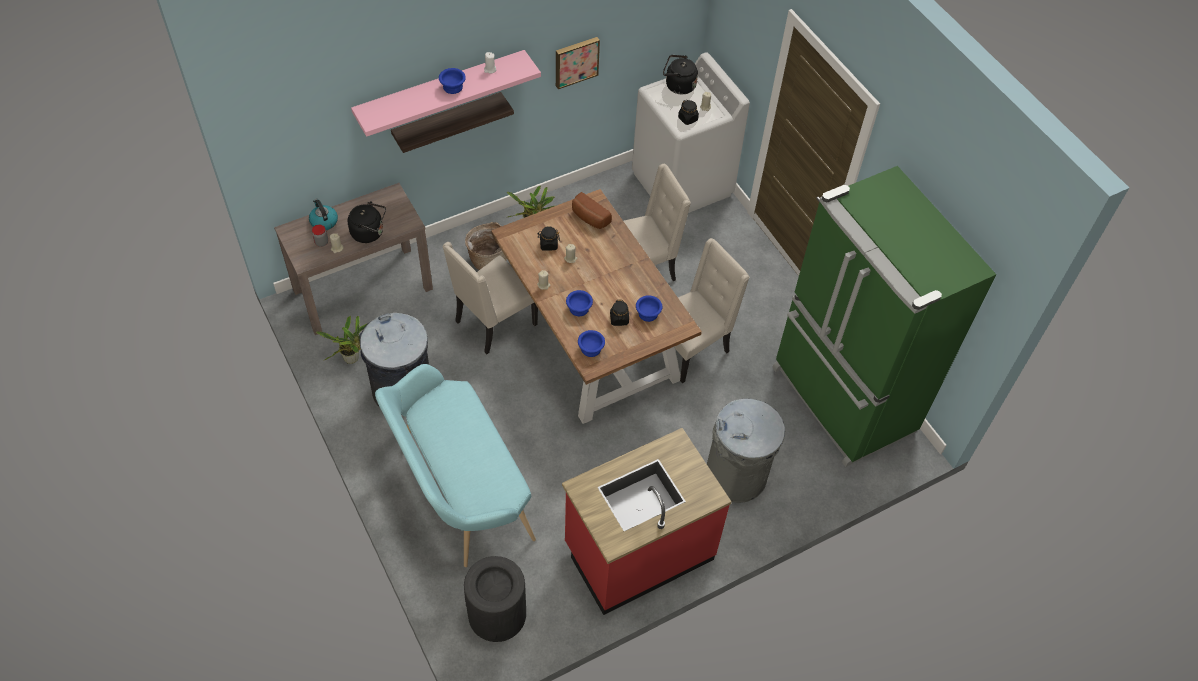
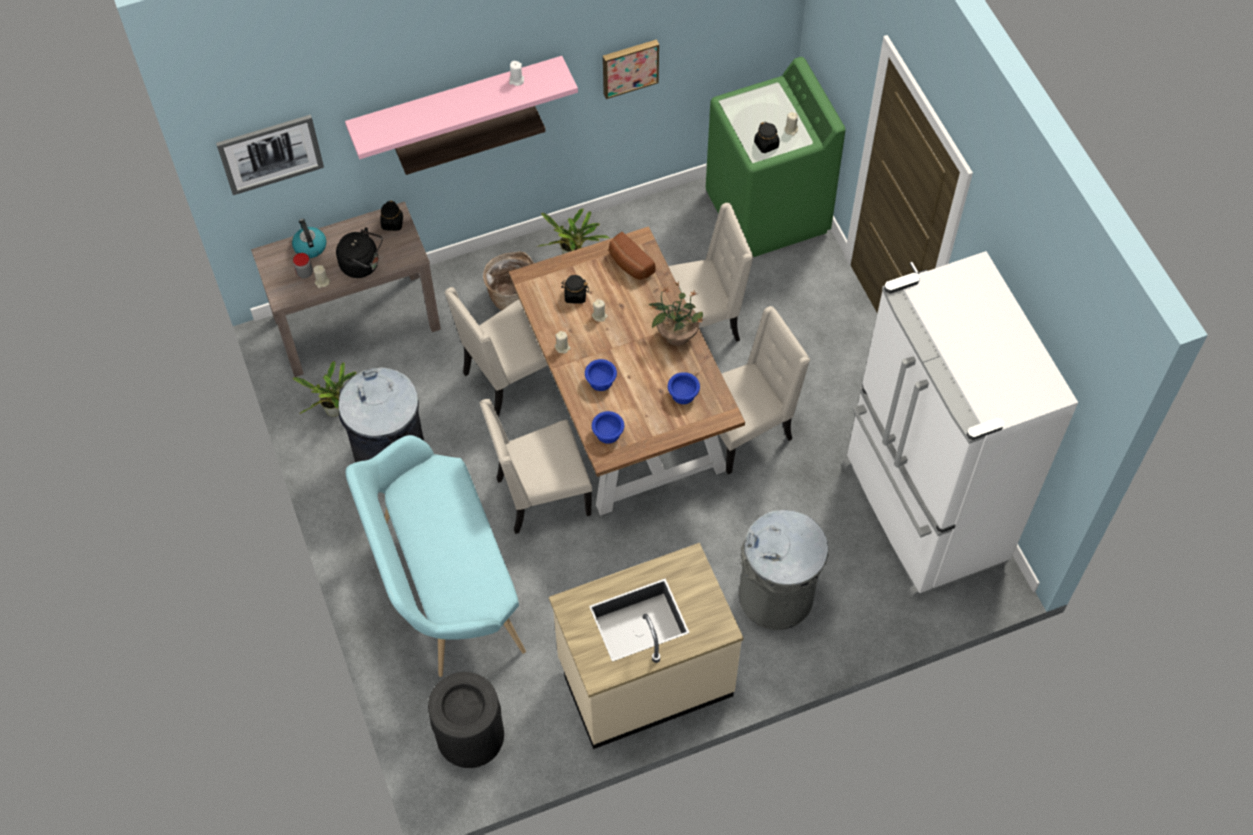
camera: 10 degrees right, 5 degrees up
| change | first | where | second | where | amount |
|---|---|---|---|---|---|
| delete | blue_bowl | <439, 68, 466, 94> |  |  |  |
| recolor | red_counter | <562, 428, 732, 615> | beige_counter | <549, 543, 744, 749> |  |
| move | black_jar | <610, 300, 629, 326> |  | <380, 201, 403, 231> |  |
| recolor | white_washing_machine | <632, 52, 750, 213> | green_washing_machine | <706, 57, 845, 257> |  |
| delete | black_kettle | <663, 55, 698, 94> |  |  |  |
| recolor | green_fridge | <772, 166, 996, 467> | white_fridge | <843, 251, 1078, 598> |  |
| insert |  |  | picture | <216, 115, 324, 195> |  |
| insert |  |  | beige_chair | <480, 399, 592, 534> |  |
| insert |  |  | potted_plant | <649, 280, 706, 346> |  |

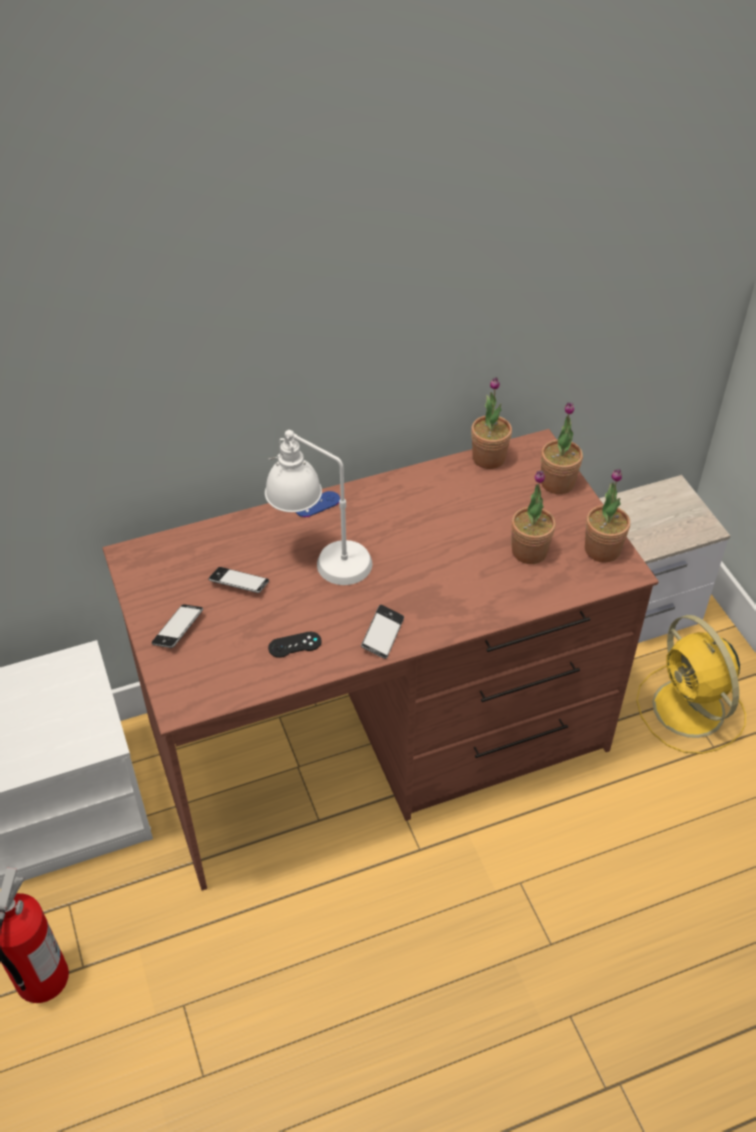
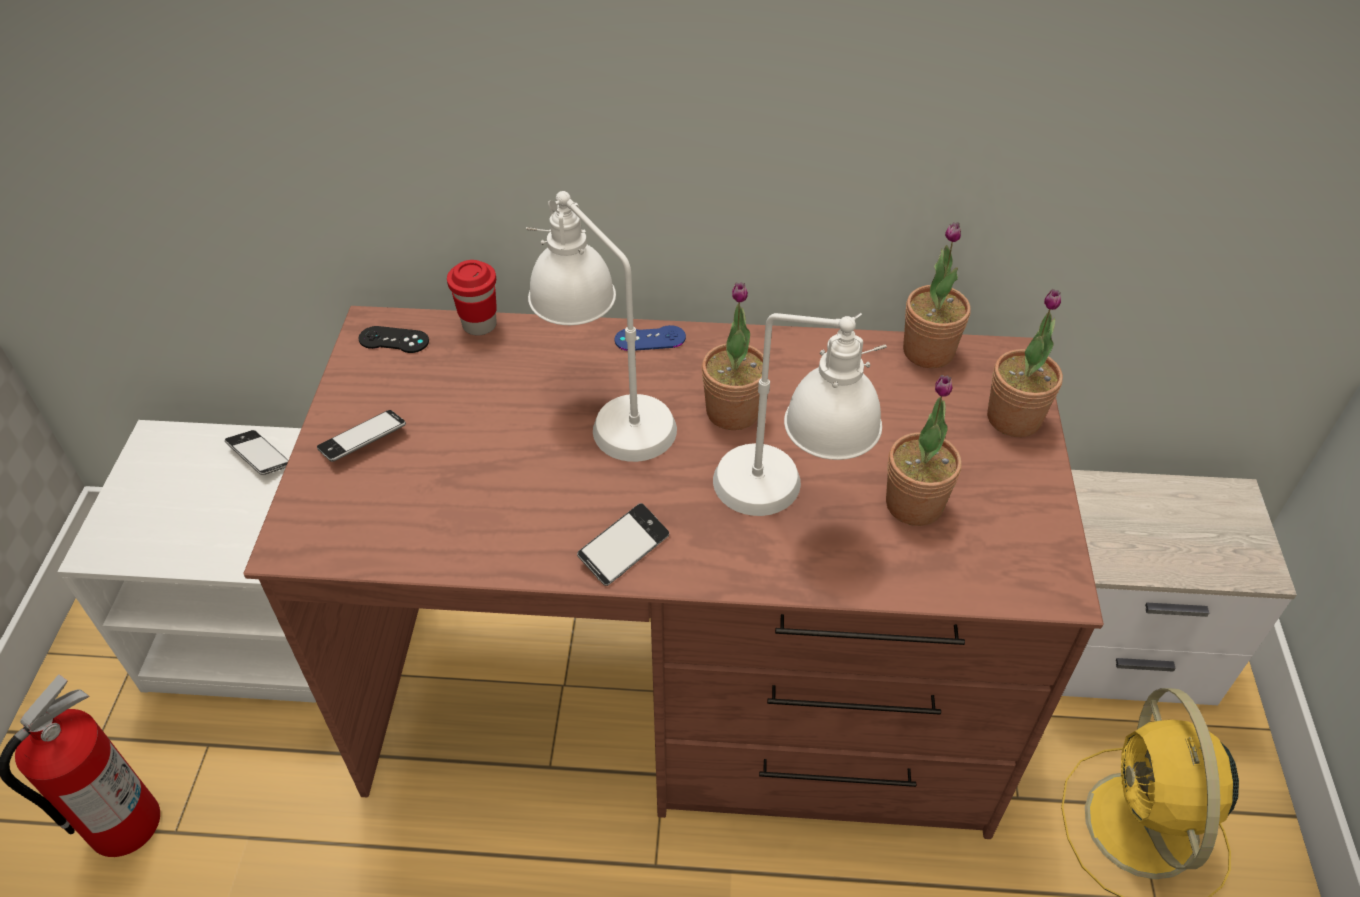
camera: 25 degrees right, 0 degrees up
| change | first | where | second | where | amount |
|---|---|---|---|---|---|
| move | phone | <209, 567, 269, 593> |  | <225, 430, 289, 475> |  |
| move | black_game_controller | <268, 632, 322, 658> |  | <359, 326, 429, 353> |  |
| move | potted_plant | <585, 469, 630, 563> |  | <702, 282, 769, 430> |  |
| insert |  |  | red_cup | <447, 260, 497, 336> |  |
| insert |  |  | white_table_lamp | <713, 312, 887, 516> |  |

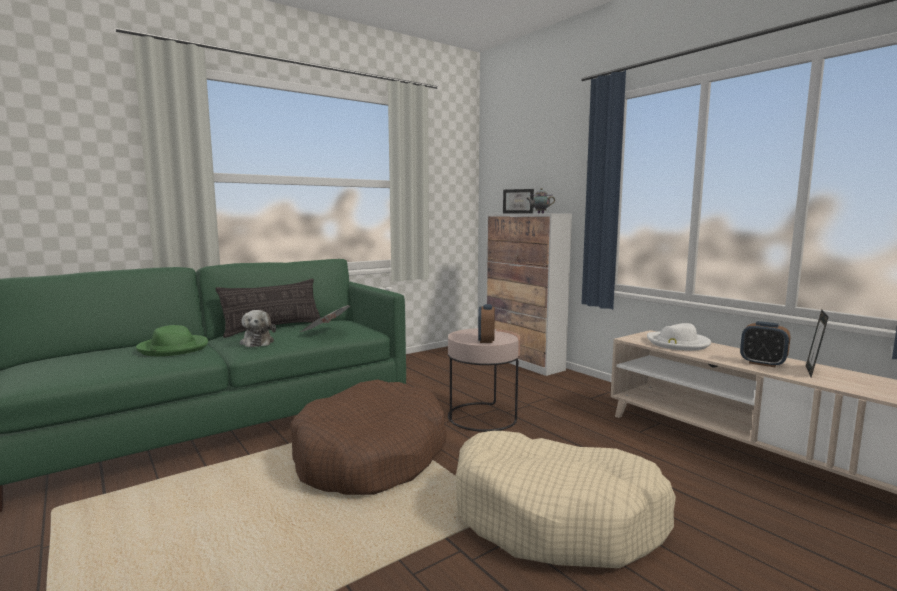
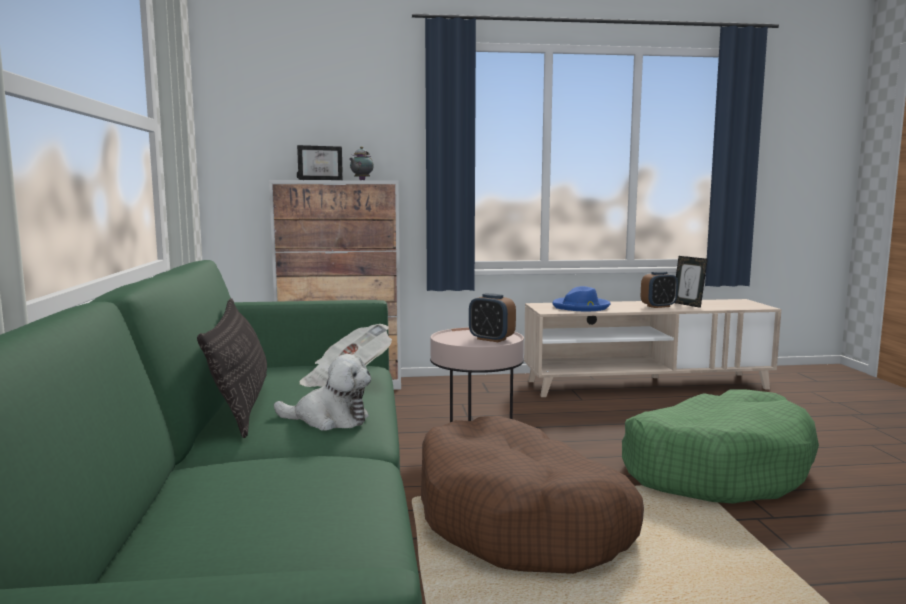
camera: 60 degrees left, 0 degrees up
| change | first | where | second | where | amount |
|---|---|---|---|---|---|
| delete | green_hat | <136, 325, 208, 356> |  |  |  |
| recolor | beige_dog_bed | <456, 431, 676, 568> | green_dog_bed | <622, 389, 819, 504> |  |
| recolor | white_hat | <647, 323, 711, 351> | blue_hat | <553, 286, 610, 311> |  |

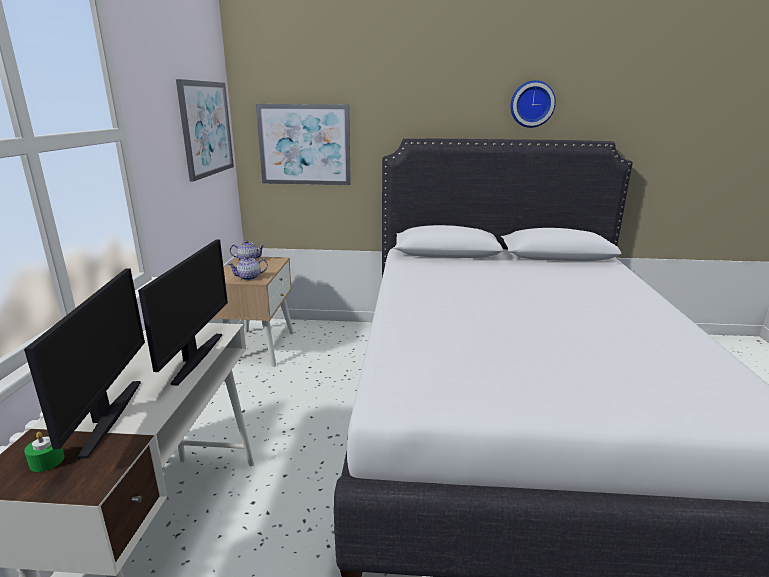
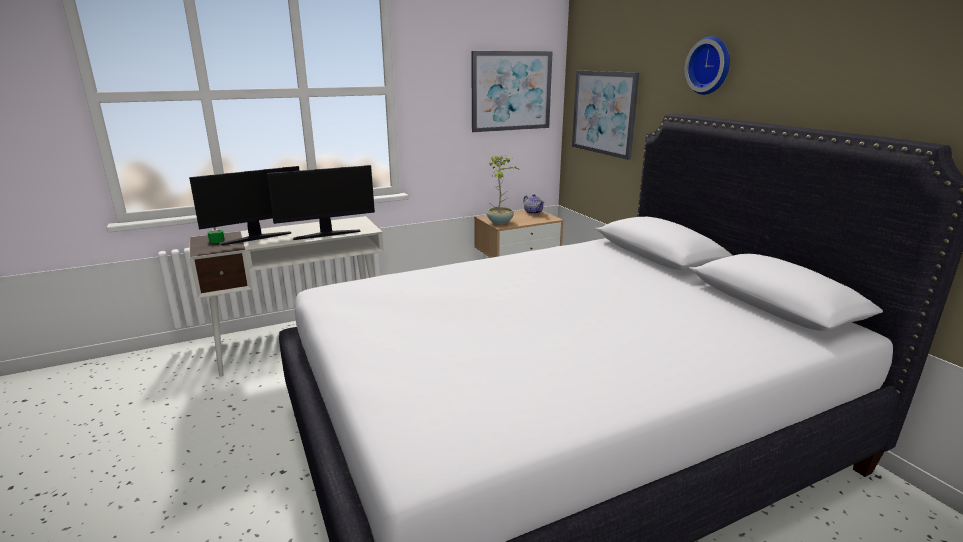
camera: 60 degrees right, 0 degrees up
| change | first | where | second | where | amount |
|---|---|---|---|---|---|
| replace | teapot | <228, 256, 268, 281> | potted_plant | <487, 155, 518, 225> |  |
| move | wall_clock | <510, 80, 556, 128> |  | <684, 36, 730, 95> |  |

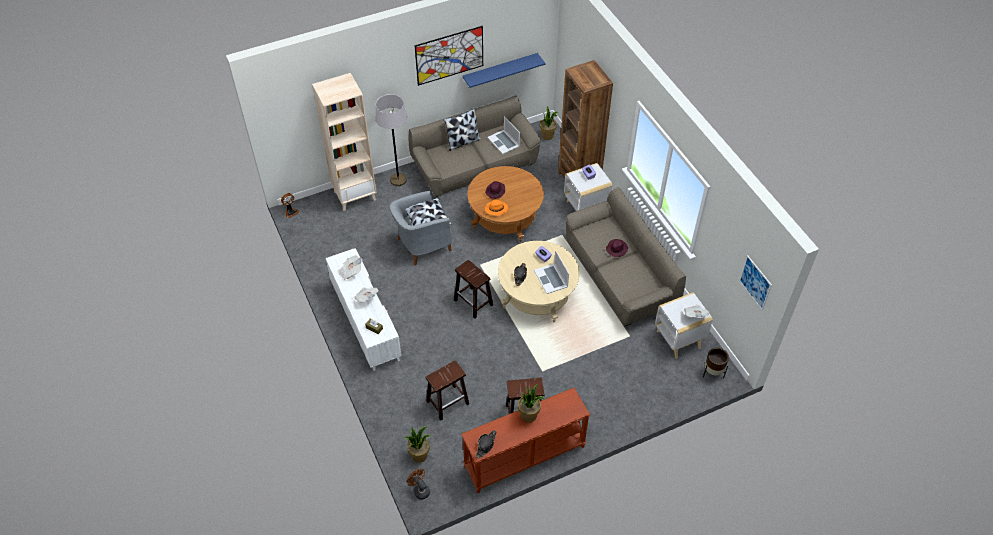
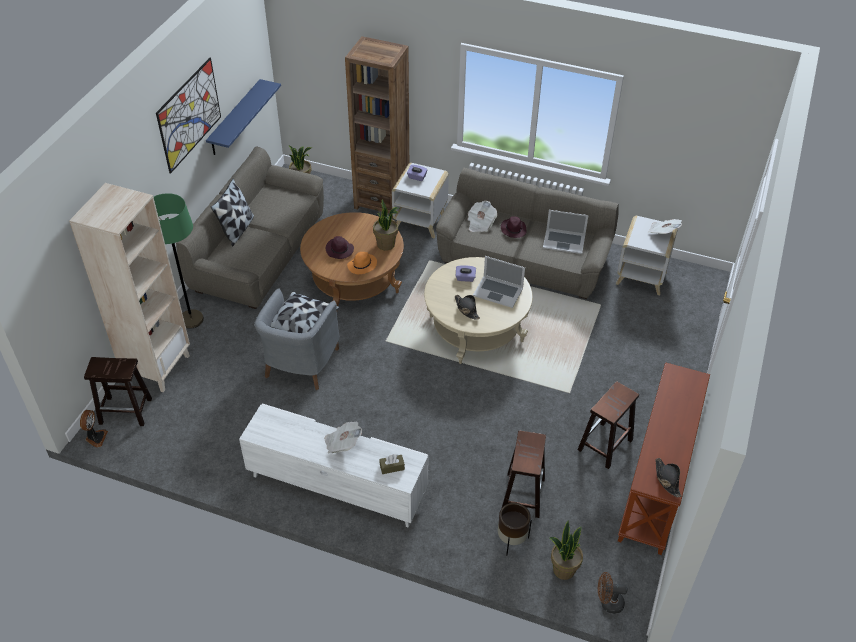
camera: 45 degrees left, 5 degrees down
| change | first | where | second | where | amount |
|---|---|---|---|---|---|
| move | newspaper | <337, 255, 362, 280> |  | <468, 201, 497, 232> |  |
| recolor | grey_floor_lamp | <376, 94, 407, 186> | green_floor_lamp | <154, 193, 204, 329> |  |
| move | brown_stool | <454, 260, 493, 319> |  | <84, 357, 152, 426> |  |
| move | laptop | <487, 116, 520, 154> |  | <543, 210, 588, 254> |  |
| move | potted_plant | <518, 383, 545, 423> |  | <373, 200, 399, 250> |  |
| move | brown_planter | <703, 348, 729, 379> |  | <498, 503, 532, 555> |  |
| delete | picture | <739, 255, 772, 310> |  |  |  |

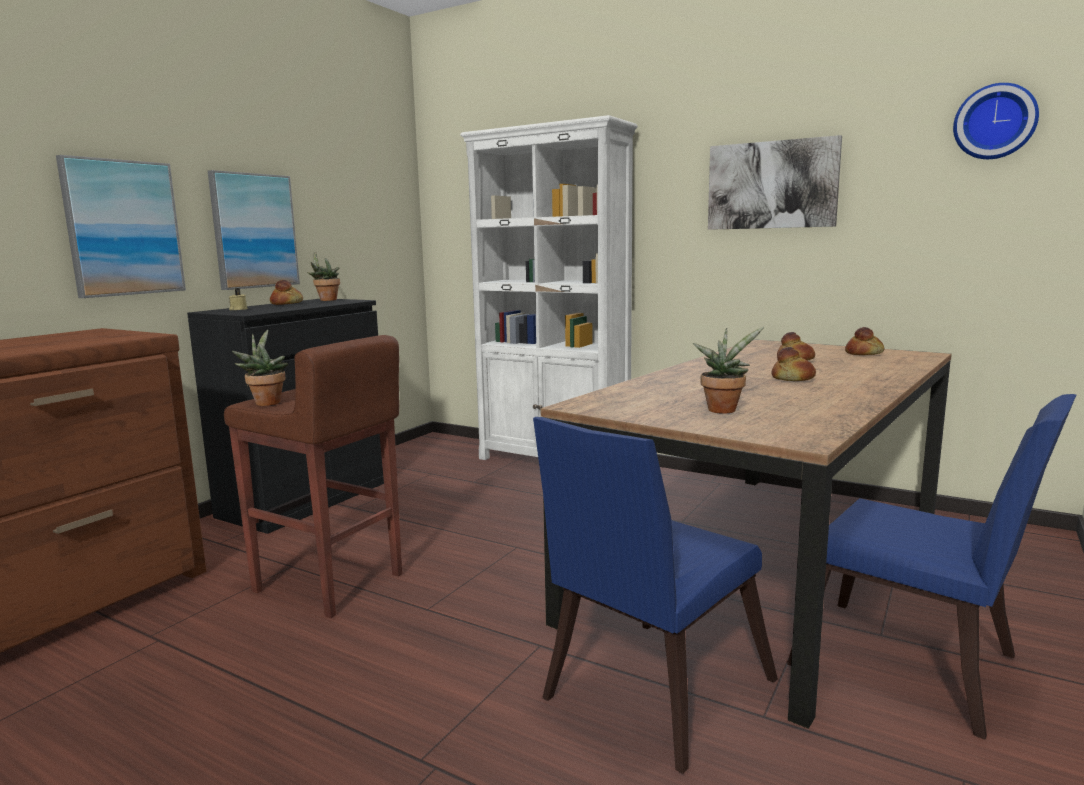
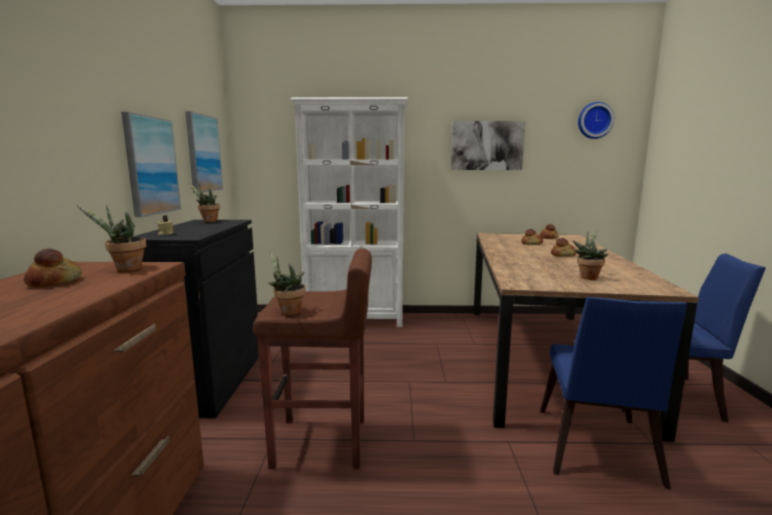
camera: 30 degrees left, 0 degrees up
| change | first | where | second | where | amount |
|---|---|---|---|---|---|
| move | picture | <56, 155, 186, 298> |  | <185, 111, 223, 193> |  |
| move | bread | <270, 280, 303, 305> |  | <24, 248, 82, 288> |  |
| insert |  |  | potted_plant | <77, 205, 146, 271> |  |

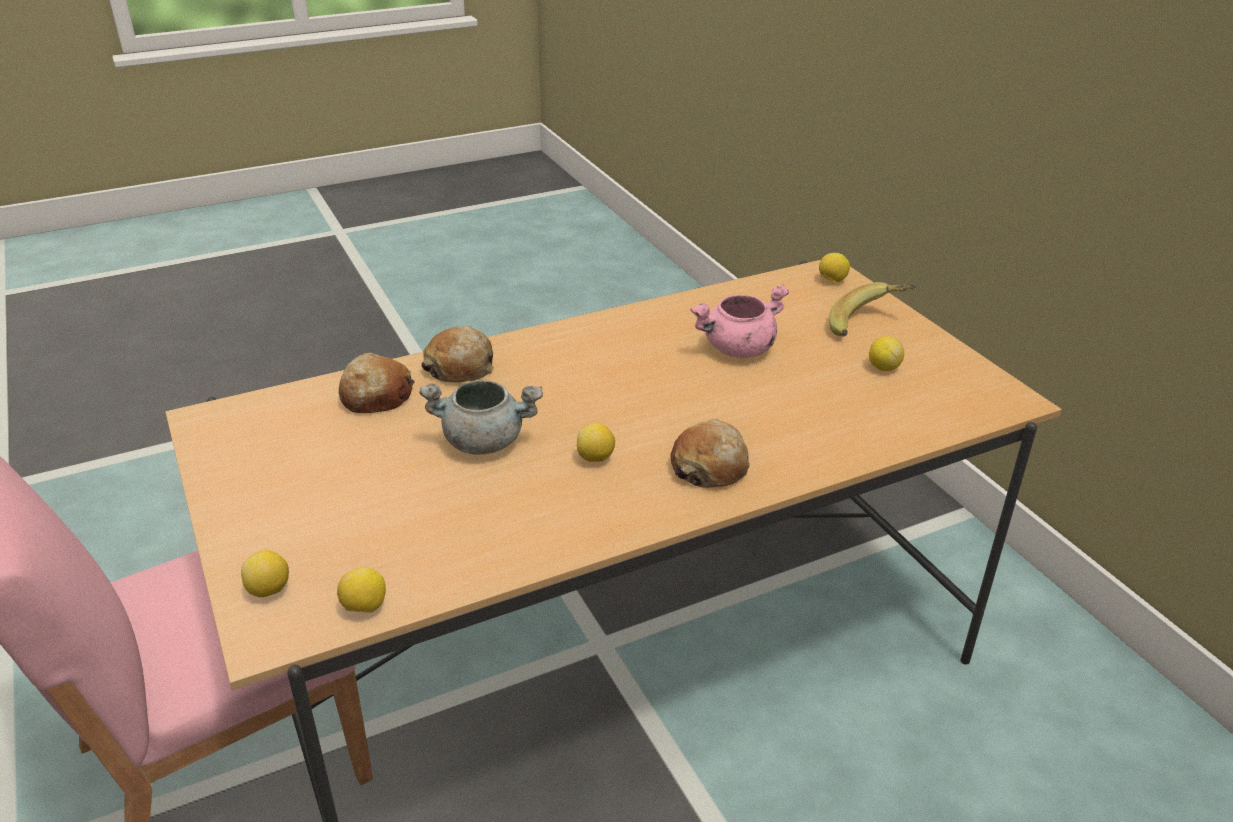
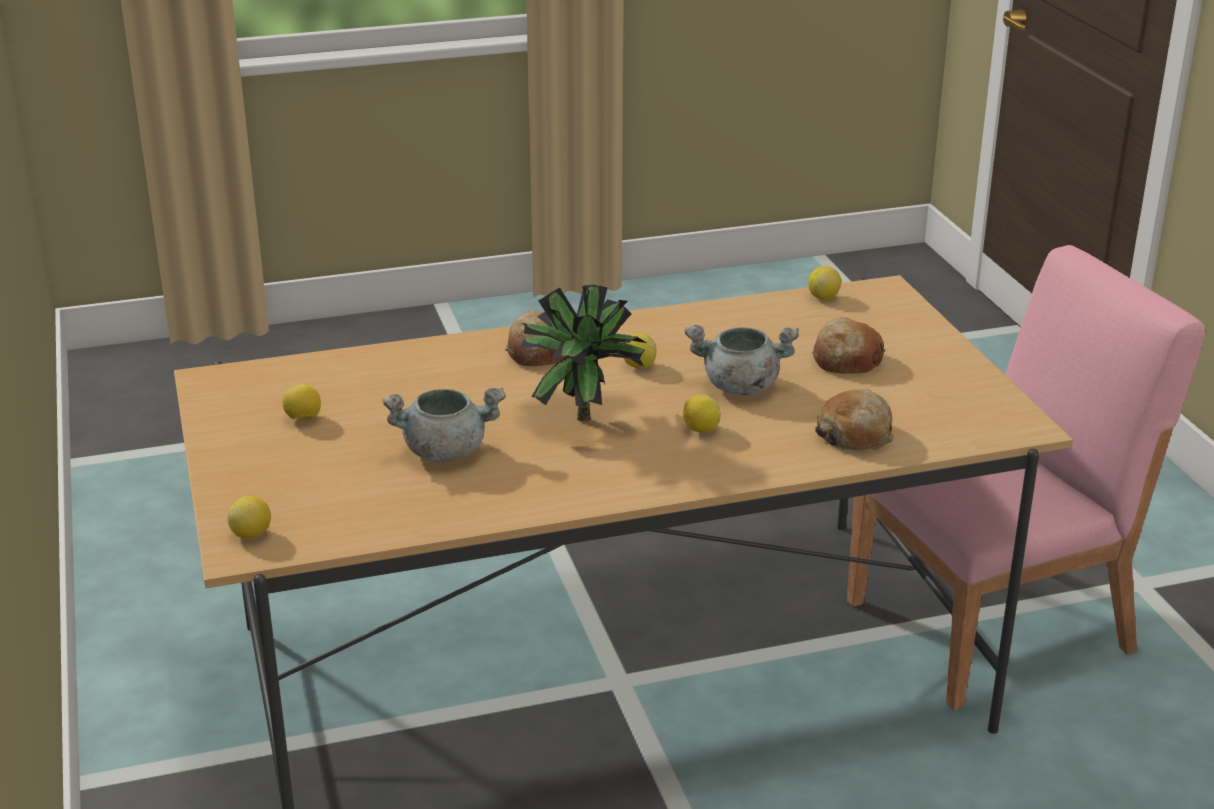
camera: 170 degrees left, 5 degrees down
| change | first | where | second | where | amount |
|---|---|---|---|---|---|
| move | lemon | <241, 550, 289, 597> |  | <683, 394, 721, 433> |  |
| move | bread | <421, 326, 494, 383> |  | <812, 317, 886, 373> |  |
| recolor | pink_cooking_pot | <690, 285, 789, 358> | grey_cooking_pot | <382, 388, 506, 462> |  |
| delete | banana | <829, 282, 916, 336> |  |  |  |
| insert |  |  | potted_plant | <519, 285, 646, 421> |  |

